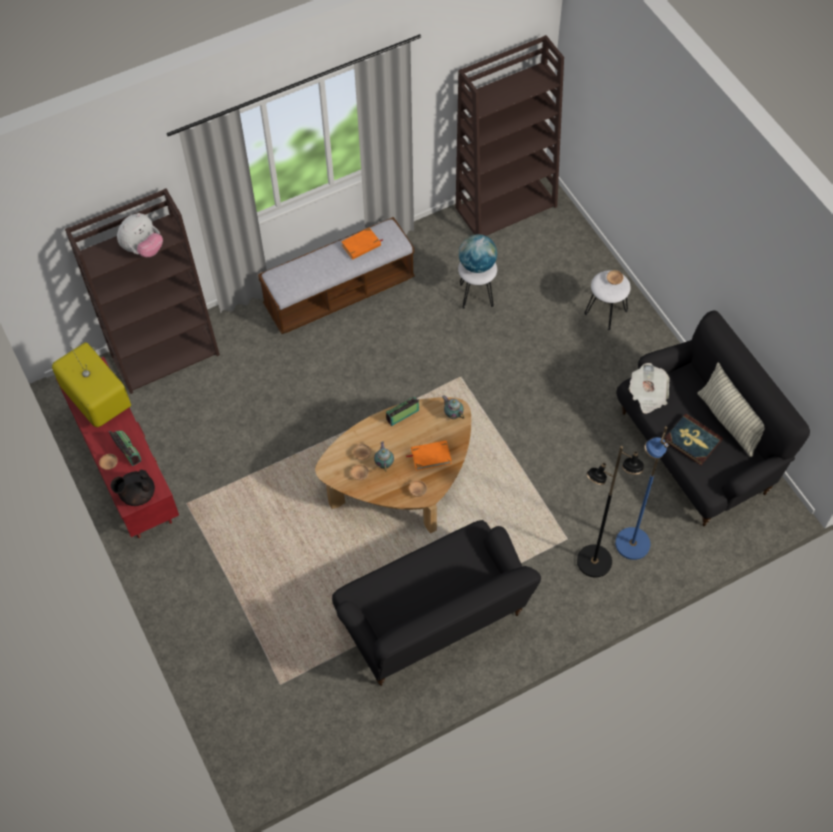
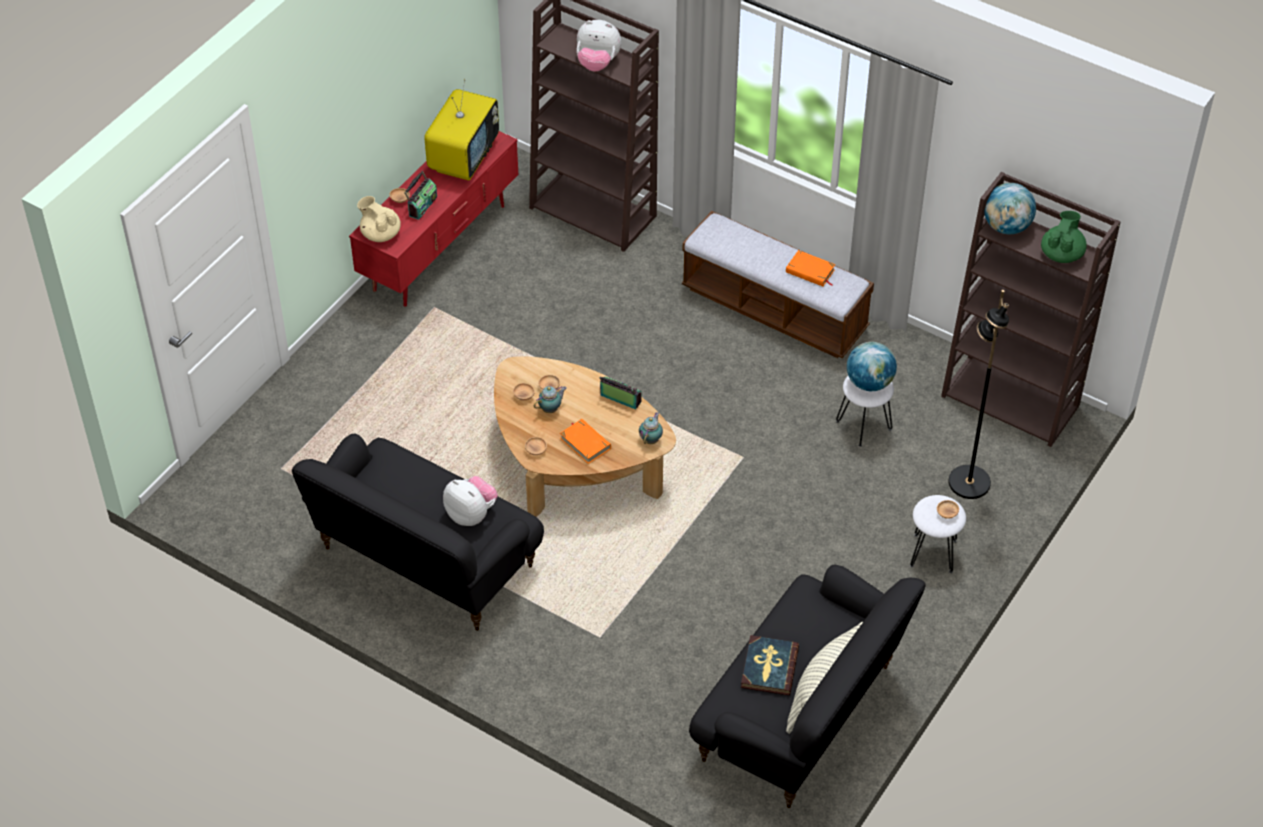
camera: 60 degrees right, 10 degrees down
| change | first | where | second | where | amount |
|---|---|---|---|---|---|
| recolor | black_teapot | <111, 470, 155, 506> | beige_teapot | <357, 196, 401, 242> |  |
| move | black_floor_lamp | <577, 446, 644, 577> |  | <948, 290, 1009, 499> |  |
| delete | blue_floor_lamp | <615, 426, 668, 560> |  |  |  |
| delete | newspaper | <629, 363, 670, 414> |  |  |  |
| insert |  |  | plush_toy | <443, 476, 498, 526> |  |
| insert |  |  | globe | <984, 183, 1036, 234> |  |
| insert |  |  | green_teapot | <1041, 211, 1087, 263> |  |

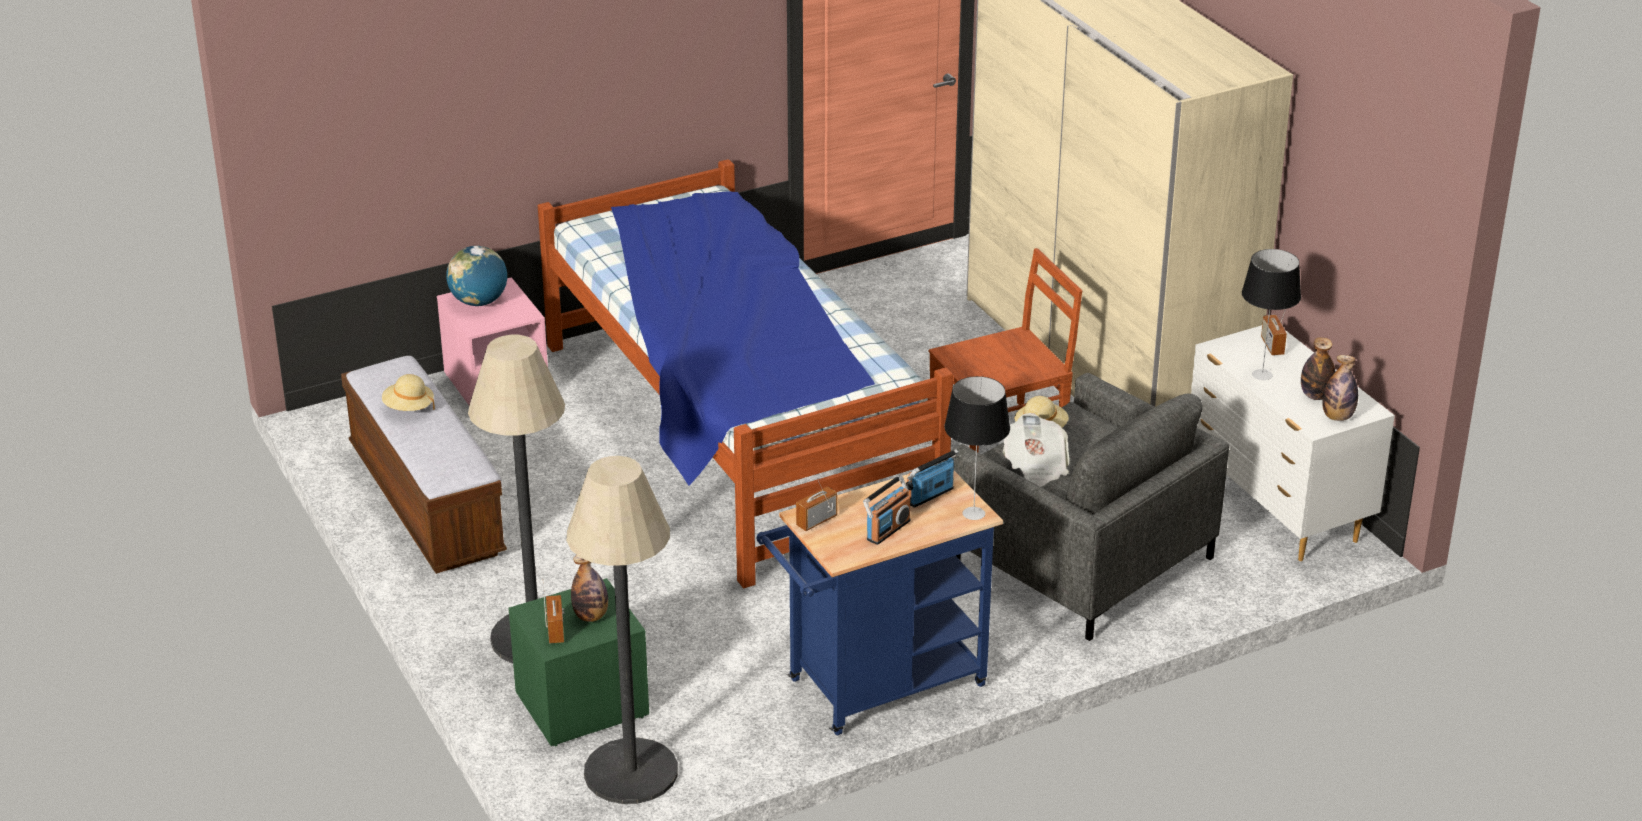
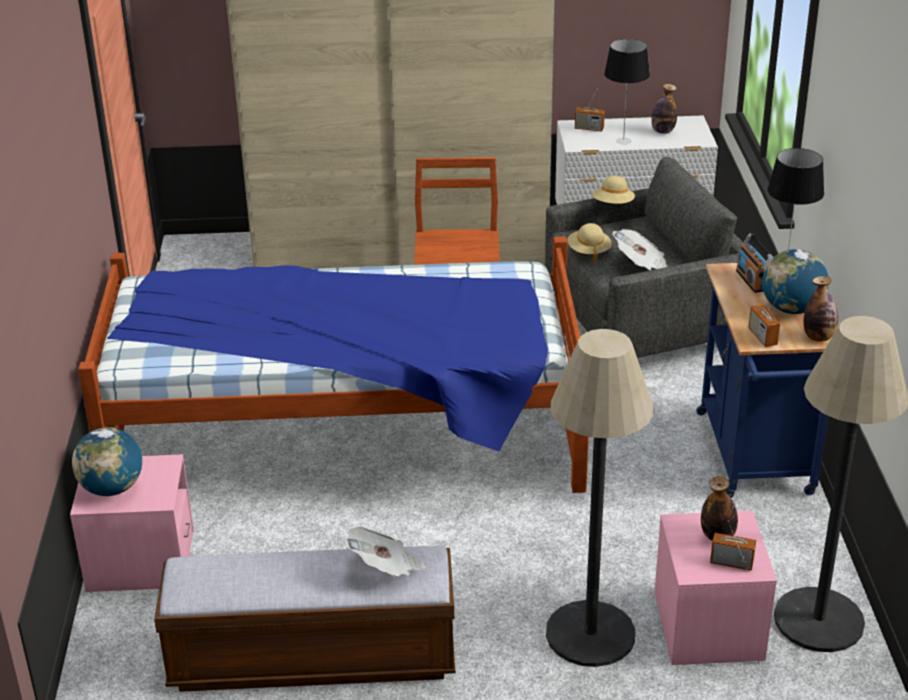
camera: 65 degrees left, 0 degrees up
| change | first | where | second | where | amount |
|---|---|---|---|---|---|
| move | beige_hat | <382, 374, 435, 411> |  | <592, 175, 635, 204> |  |
| recolor | green_nightstand | <508, 578, 649, 746> | pink_nightstand | <654, 511, 777, 665> |  |
| replace | radio | <863, 475, 911, 545> | globe | <762, 249, 828, 314> |  |
| move | bottle | <1322, 355, 1358, 421> |  | <803, 276, 838, 342> |  |
| insert |  |  | newspaper | <344, 527, 426, 577> |  |

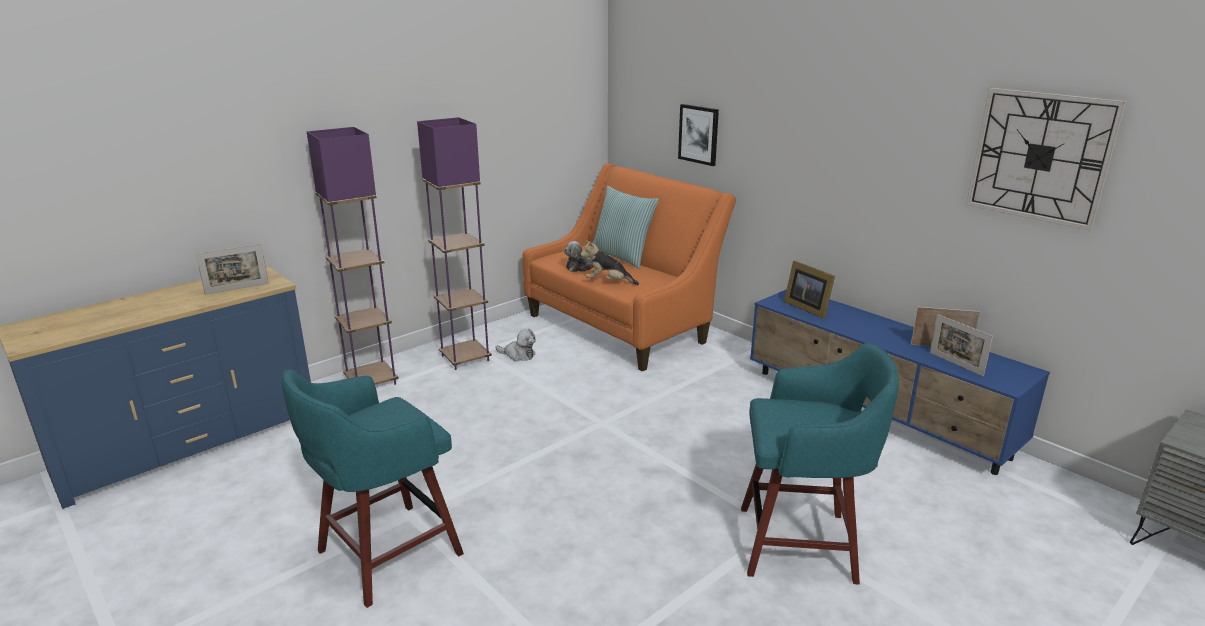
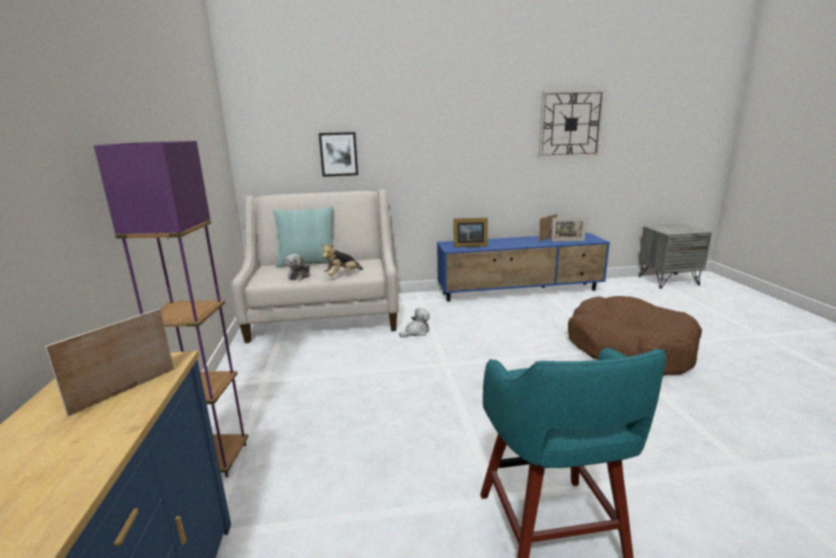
camera: 55 degrees left, 5 degrees down
| change | first | where | second | where | amount |
|---|---|---|---|---|---|
| rotate | picture_frame | <196, 244, 269, 295> |  | <45, 308, 174, 416> | 150 degrees counterclockwise |
| delete | purple_floor_lamp | <417, 117, 492, 370> |  |  |  |
| move | plush_toy | <495, 329, 535, 361> |  | <399, 308, 430, 338> |  |
| recolor | orange_sofa | <522, 163, 736, 371> | beige_sofa | <231, 190, 399, 343> |  |
| replace | turquoise_stool | <741, 343, 899, 585> | brown_dog_bed | <568, 296, 702, 376> |  |

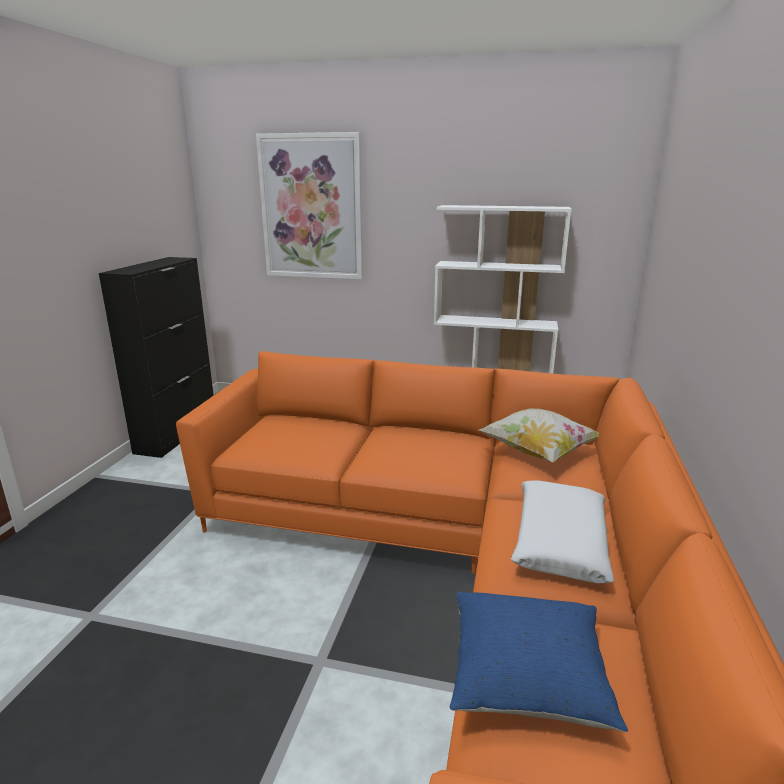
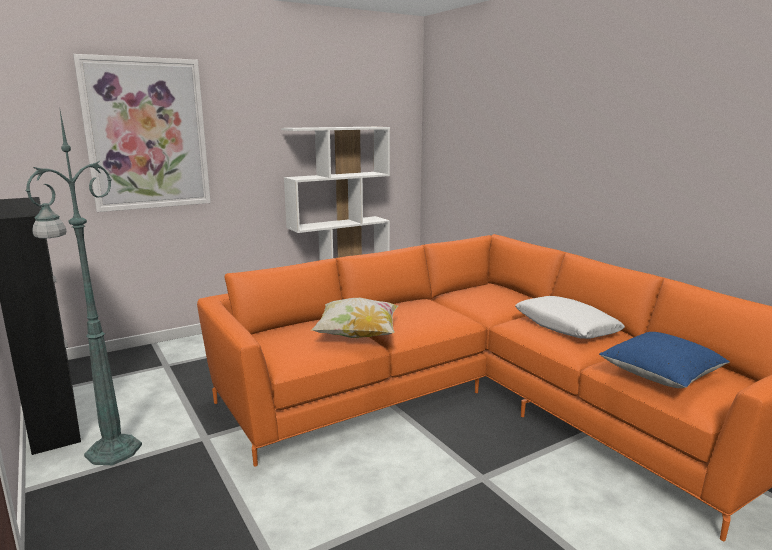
camera: 45 degrees left, 5 degrees down
| change | first | where | second | where | amount |
|---|---|---|---|---|---|
| move | pillow | <479, 409, 599, 462> |  | <311, 298, 399, 338> |  |
| insert |  |  | green_floor_lamp | <26, 106, 142, 465> |  |

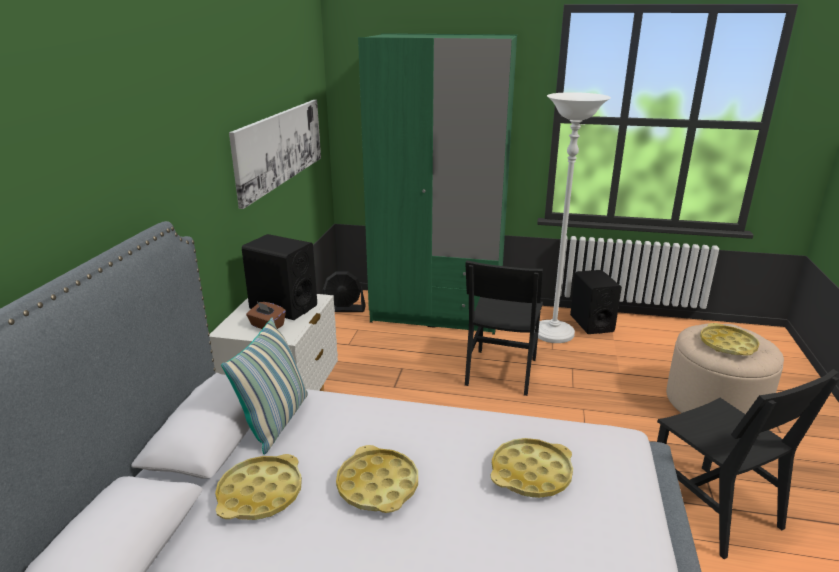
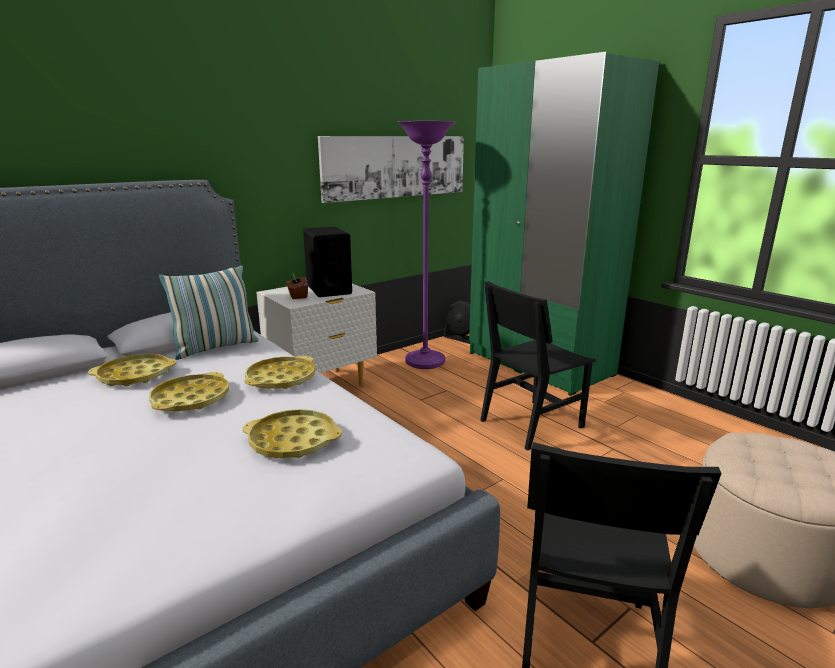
camera: 40 degrees right, 5 degrees down
| change | first | where | second | where | amount |
|---|---|---|---|---|---|
| delete | white_floor_lamp | <538, 92, 611, 343> |  |  |  |
| delete | black_speaker | <570, 270, 622, 334> |  |  |  |
| move | yellow_tray | <700, 323, 760, 355> |  | <244, 356, 315, 389> |  |
| insert |  |  | purple_floor_lamp | <397, 121, 456, 369> |  |

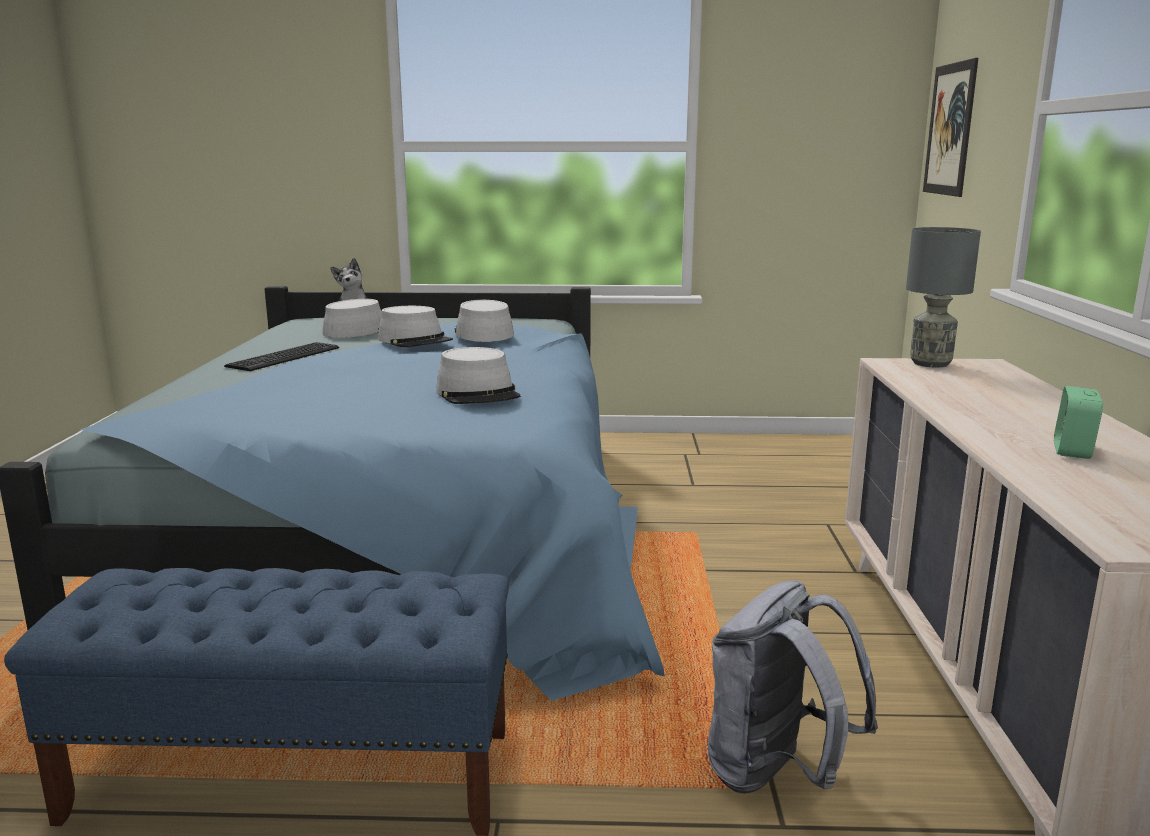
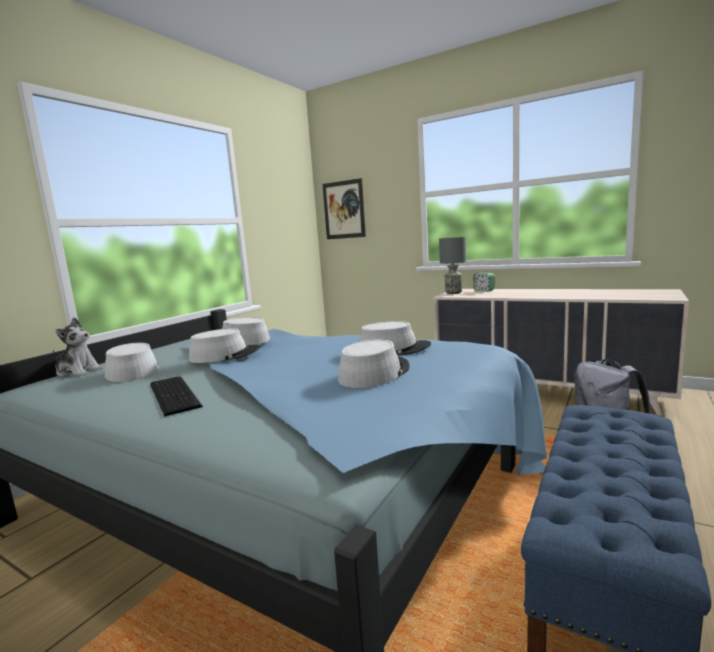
camera: 60 degrees left, 5 degrees down
| change | first | where | second | where | amount |
|---|---|---|---|---|---|
| move | alarm_clock | <1054, 386, 1103, 459> |  | <473, 273, 495, 292> |  |
| insert |  |  | grey_hat | <338, 339, 410, 388> |  |

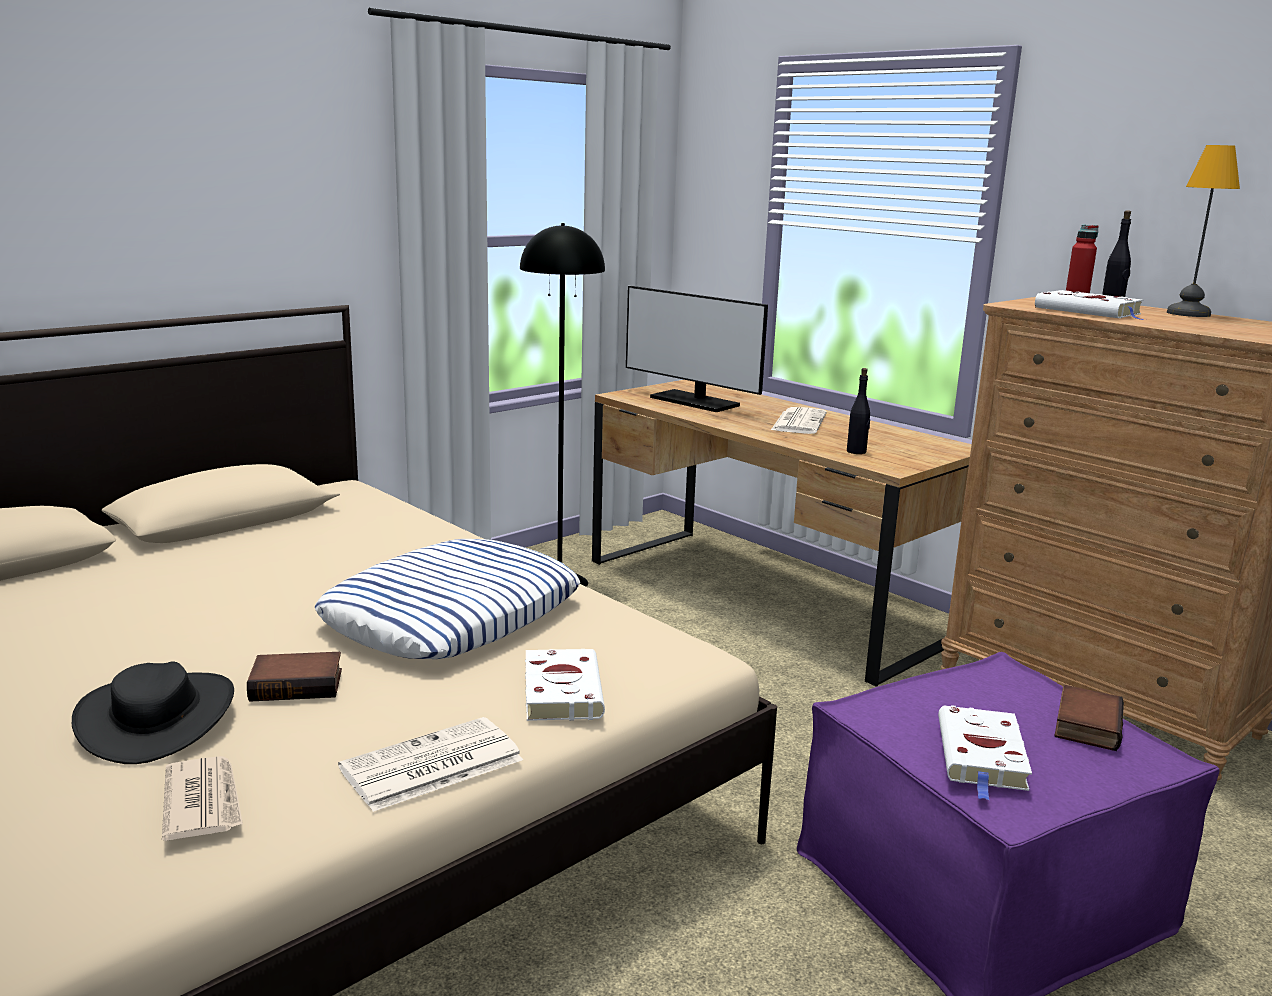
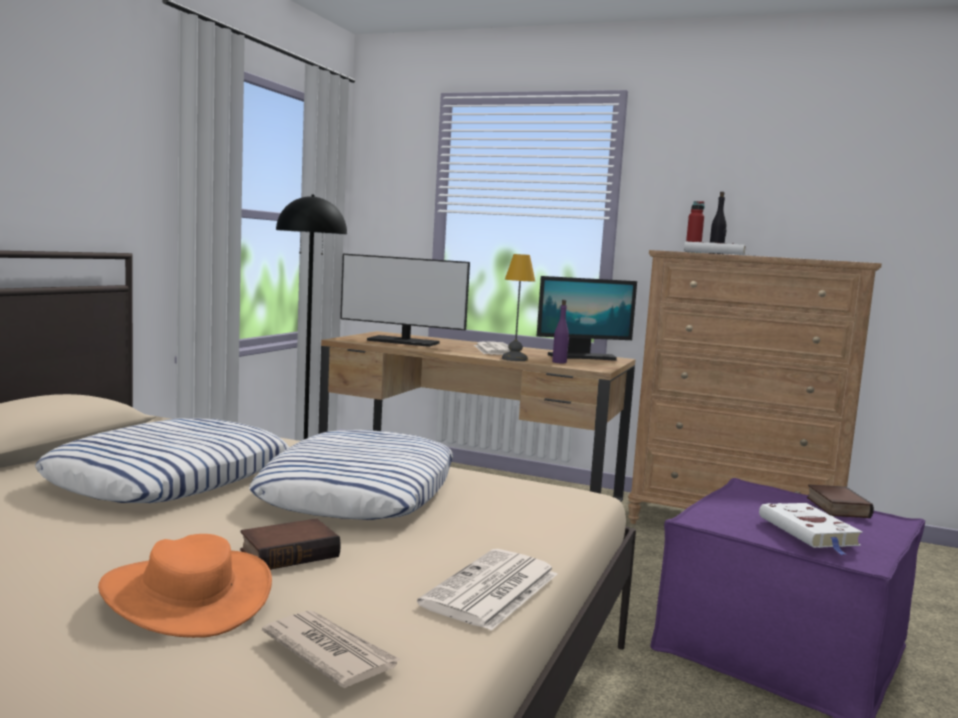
camera: 25 degrees left, 10 degrees down
| change | first | where | second | where | amount |
|---|---|---|---|---|---|
| recolor | black_hat | <72, 661, 234, 764> | orange_hat | <98, 534, 272, 638> |  |
| delete | white_book | <525, 649, 605, 721> |  |  |  |
| recolor | black_bottle | <847, 368, 871, 454> | purple_bottle | <552, 300, 569, 363> |  |
| move | table_lamp | <1167, 145, 1240, 317> |  | <502, 254, 535, 361> |  |
| insert |  |  | pillow | <35, 418, 289, 503> |  |
| insert |  |  | monitor | <537, 276, 637, 361> |  |

